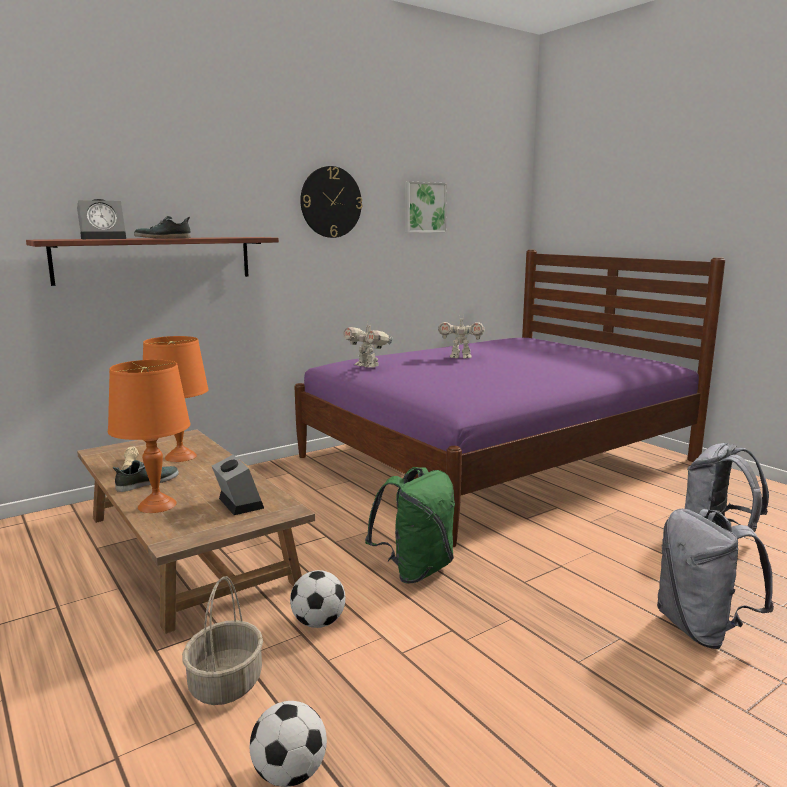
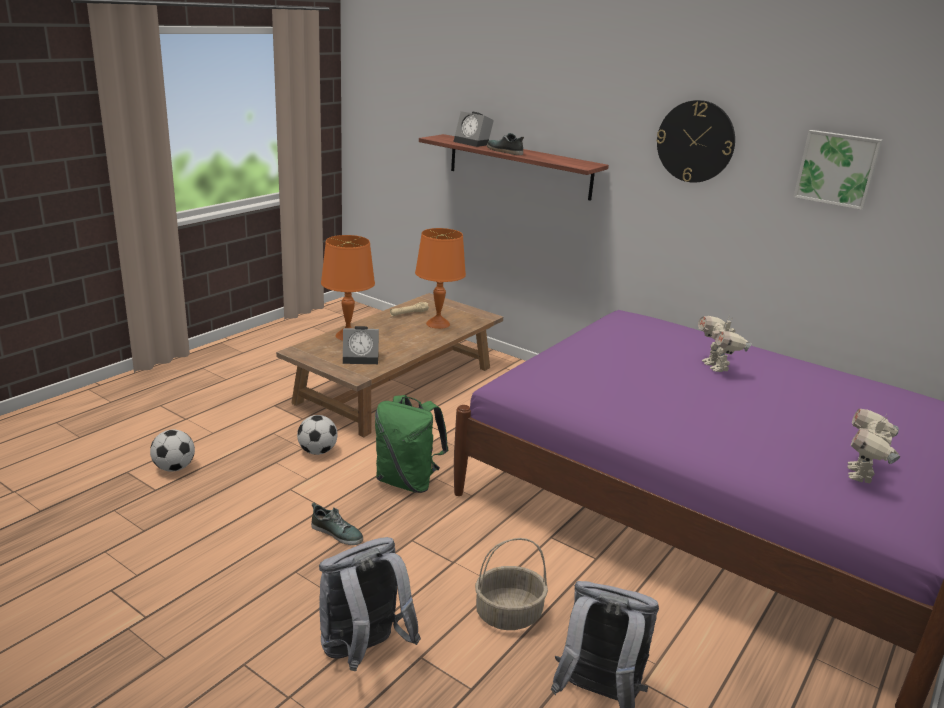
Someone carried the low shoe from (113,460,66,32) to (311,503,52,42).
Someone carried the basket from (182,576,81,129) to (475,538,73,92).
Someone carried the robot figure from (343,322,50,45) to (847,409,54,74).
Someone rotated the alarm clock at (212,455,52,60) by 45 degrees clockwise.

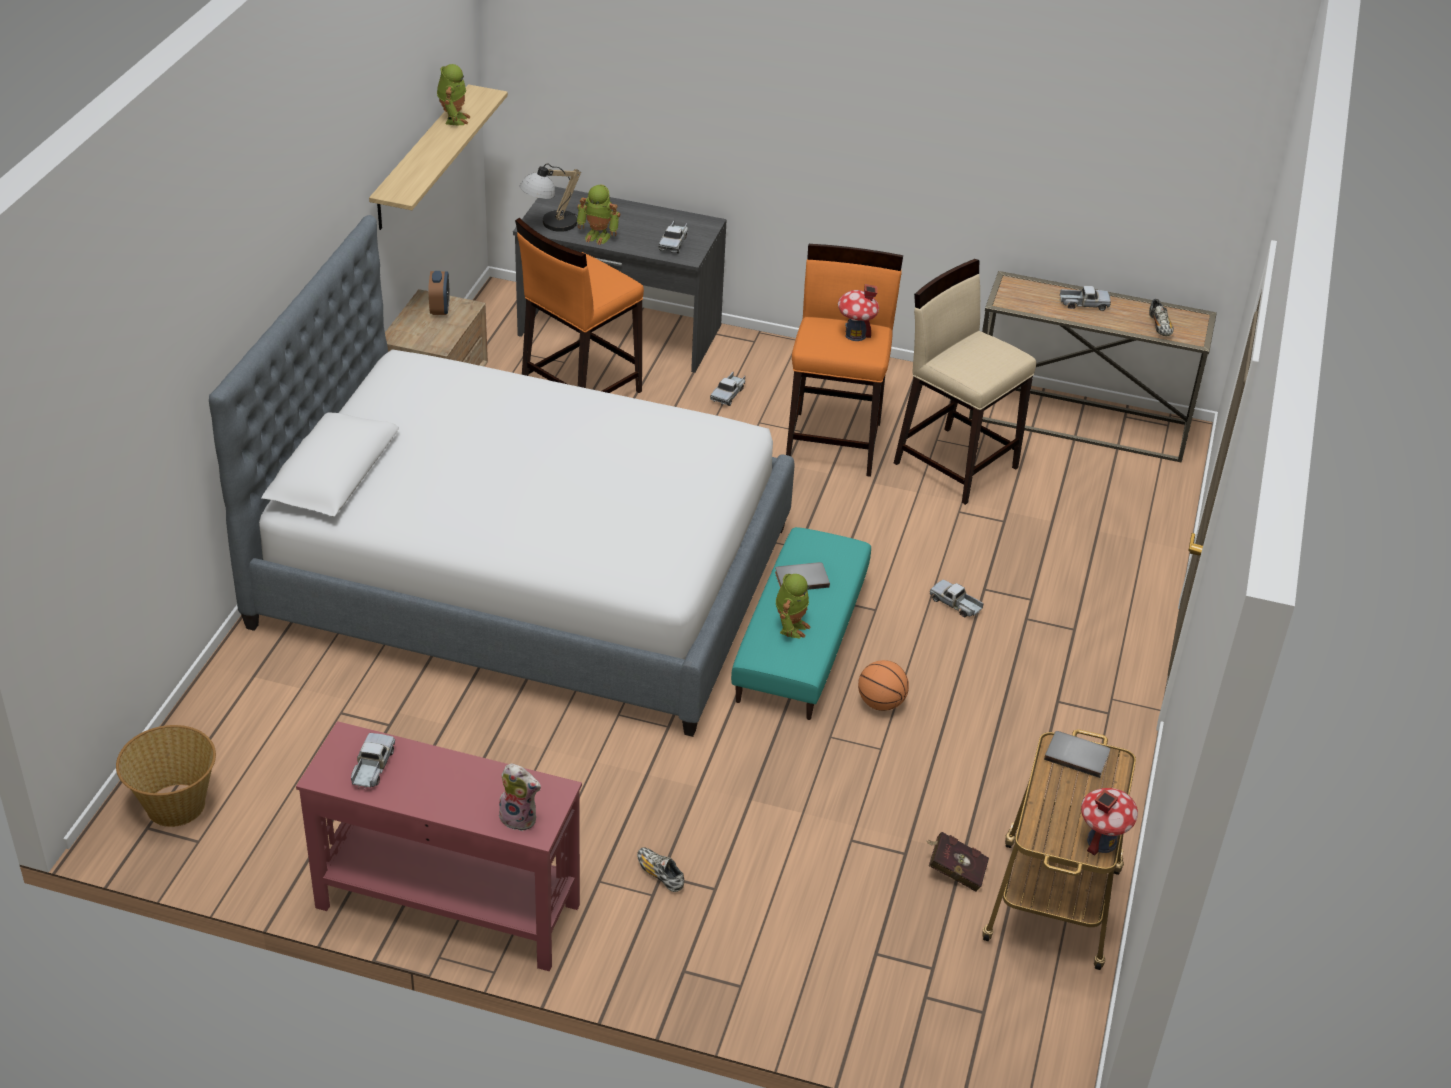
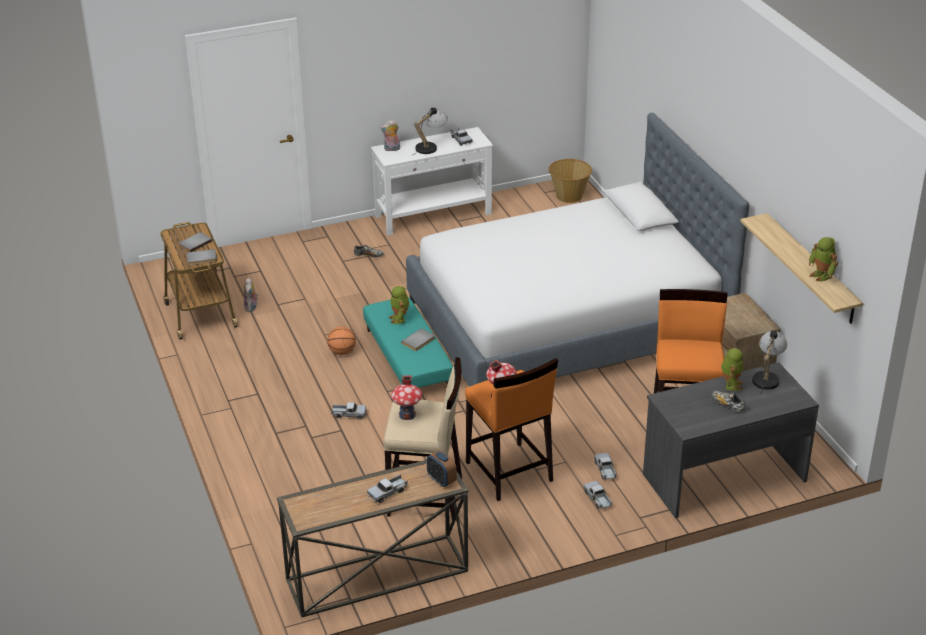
Someone put down the gray bound book at (179,232,33,20).
Someone put down the tabletop lamp at (413,108,35,47).
Someone carried the alarm clock from (429,271,21,44) to (427,450,30,37).
Someone carried the model truck from (658,220,30,33) to (584,481,28,28).
Someone carried the miniature house from (1081,788,57,68) to (391,375,31,45).
Someone carried the low shoe from (1149,299,25,37) to (712,390,33,22).
Someone swapped the red bound book at (927,832,62,60) for the cuddly toy at (244,278,14,34).
Someone repainted the red hall table at (296,721,286,250), which became the white-coloured hall table at (371,127,122,109).
Someone rotated the robot figure at (577,185,43,60) by 120 degrees clockwise.

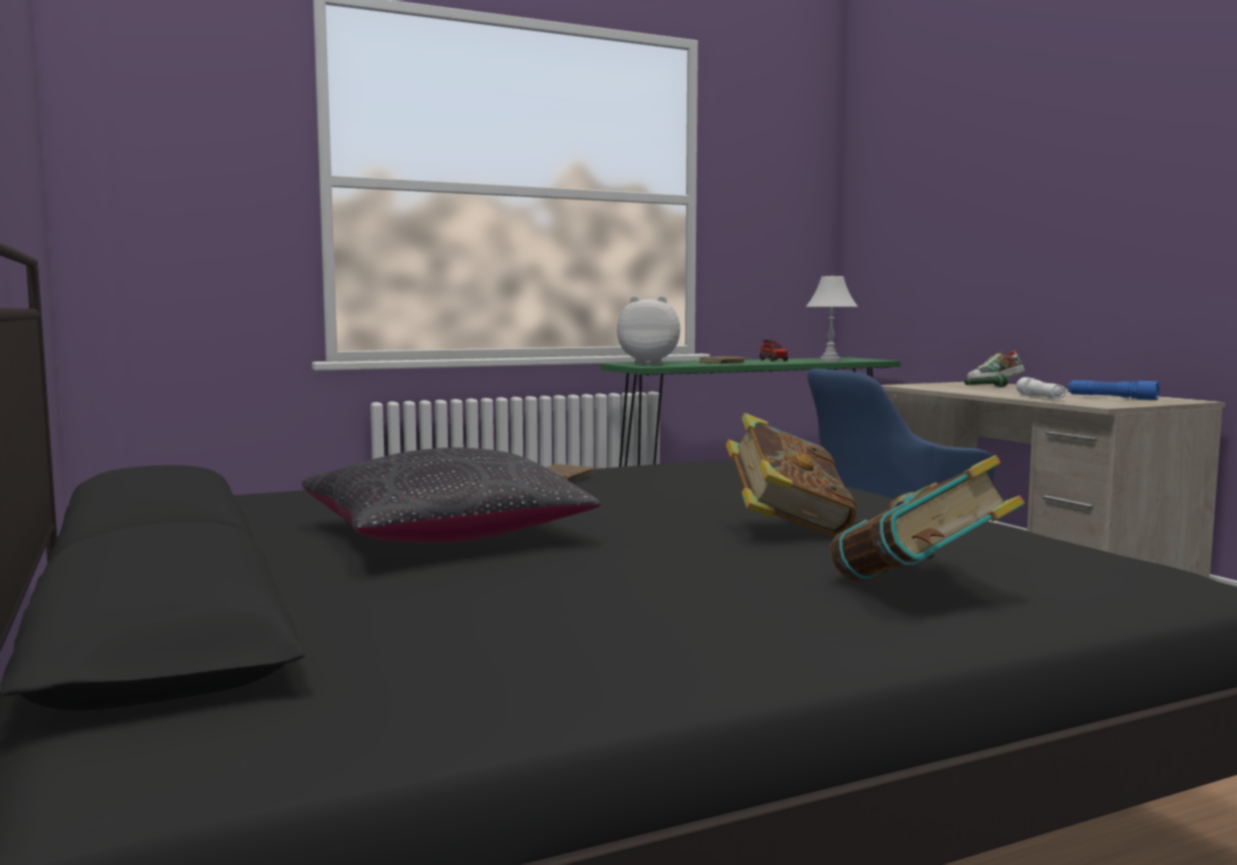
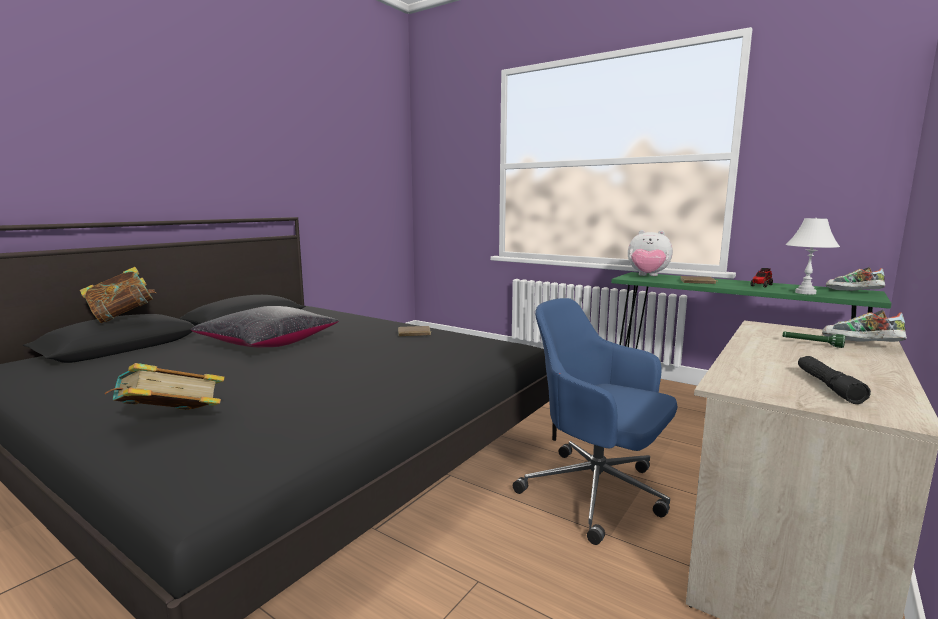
Someone took away the white-coloured flashlight at (1016,377,50,22).
Someone put down the low shoe at (826,267,59,24).
Someone carried the bound book from (726,413,130,123) to (80,267,77,56).
Someone repainted the blue-coloured flashlight at (1068,380,92,20), which became the black flashlight at (798,356,73,48).
Someone rotated the cuddly toy at (617,296,63,69) by 135 degrees clockwise.

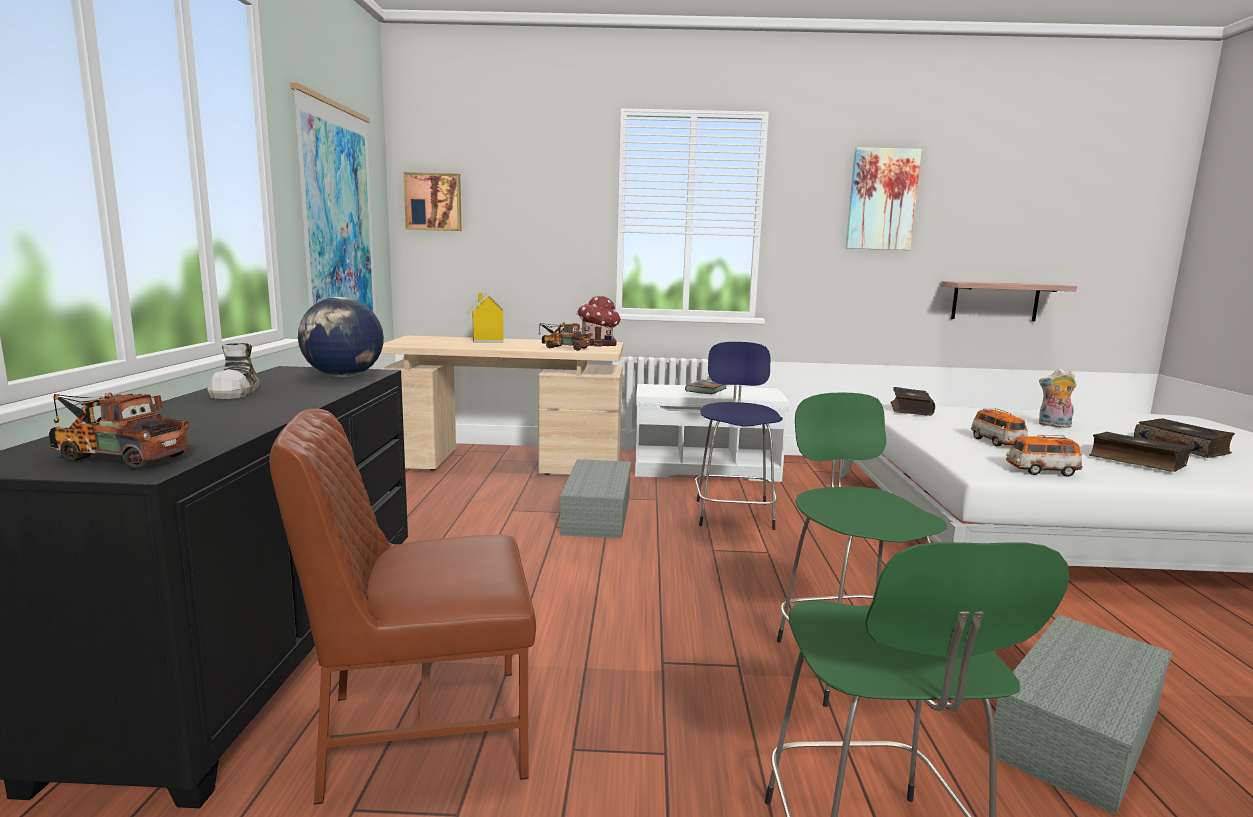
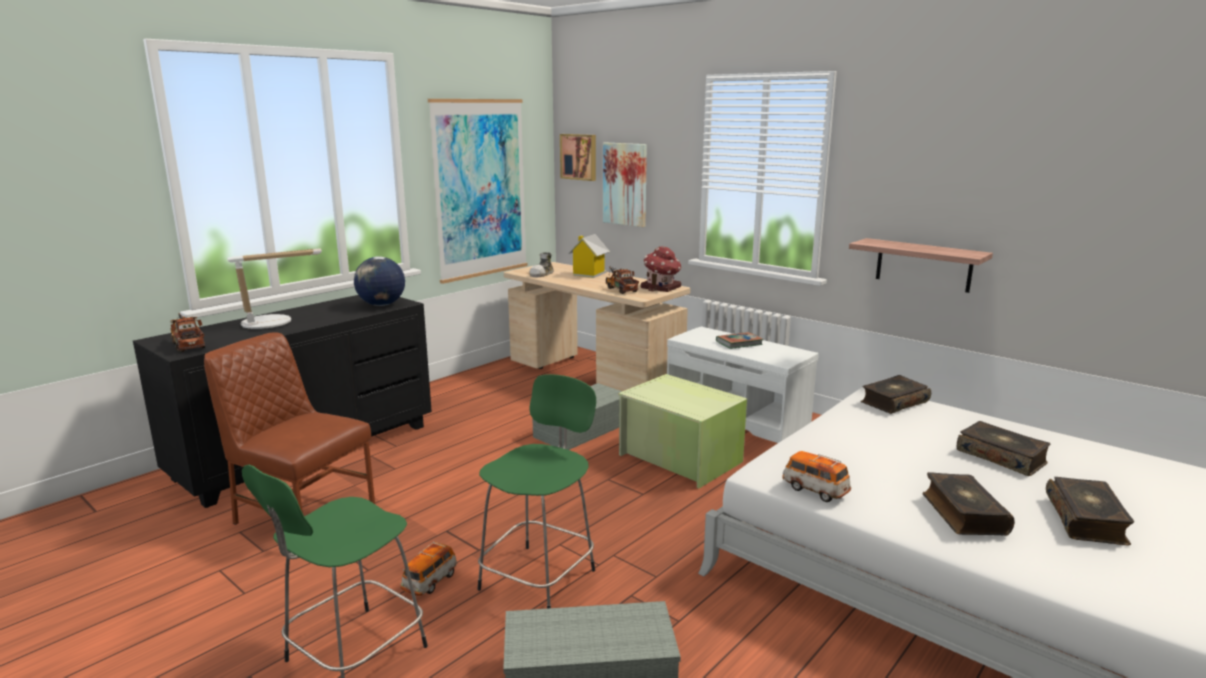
Someone put down the tabletop lamp at (227,248,95,81).
Someone carried the low shoe from (208,343,51,56) to (529,252,25,25).
Someone carried the picture from (845,147,77,103) to (603,143,44,84).
Someone carried the bracket shelf from (941,281,136,41) to (849,238,144,55).
Someone carried the miniature car from (971,408,57,39) to (401,542,56,54).
Someone swapped the blue-coloured stool seat at (695,342,88,188) for the green-coloured storage container at (618,374,129,115).
Someone swapped the cuddly toy at (1039,369,38,59) for the bound book at (957,421,94,55).

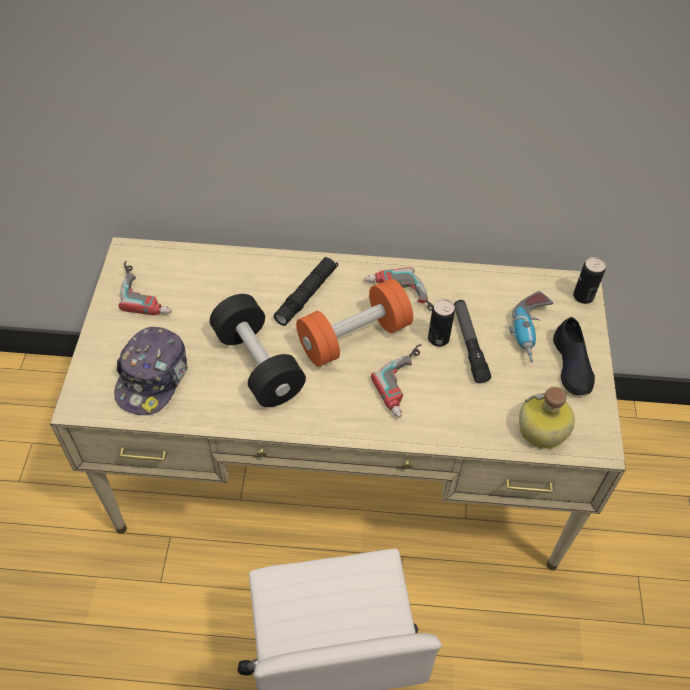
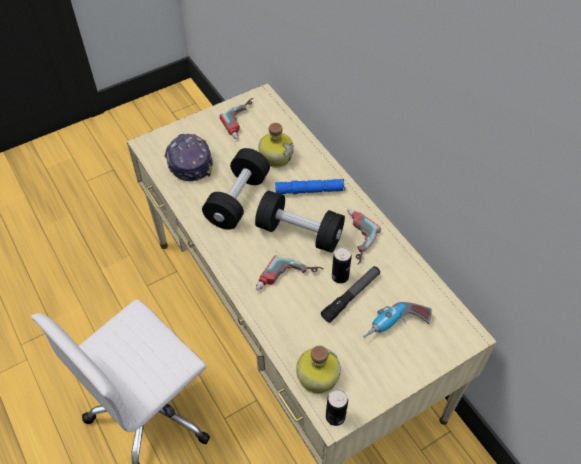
Someone took away the black low shoe at (553,317,42,78).
Someone put down the drink bottle at (258,123,36,45).
Someone carried the can from (573,257,33,47) to (326,389,22,37).
Someone repainted the black flashlight at (274,256,64,70), which became the blue-coloured flashlight at (275,179,70,16).
Someone repainted the orangey hand weight at (296,279,117,88), which became the black hand weight at (255,191,90,62).
Someone rotated the baseball cap at (114,327,74,88) by 90 degrees clockwise.

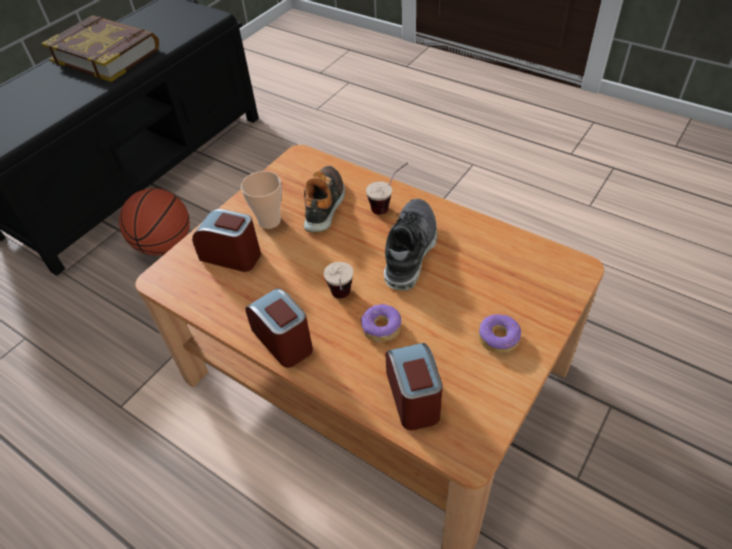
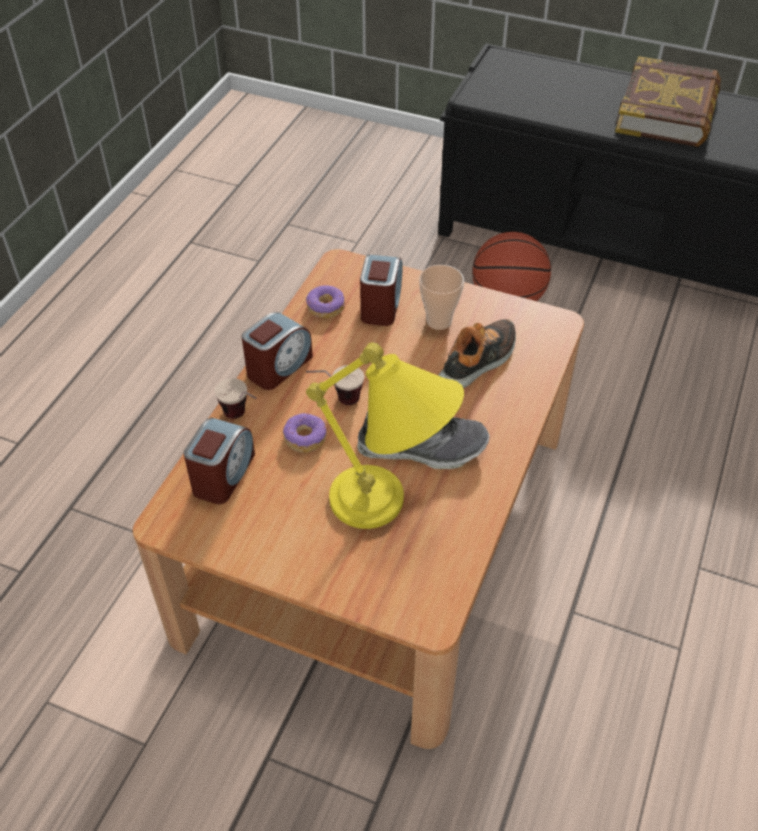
Someone put down the yellowish tabletop lamp at (306,342,158,187).
Someone carried the small cup from (366,162,42,53) to (215,378,42,41).
Someone carried the doughnut from (479,314,42,39) to (306,285,39,33).
Someone rotated the low shoe at (304,165,41,67) by 45 degrees counterclockwise.
Someone rotated the alarm clock at (386,343,57,87) by 45 degrees counterclockwise.

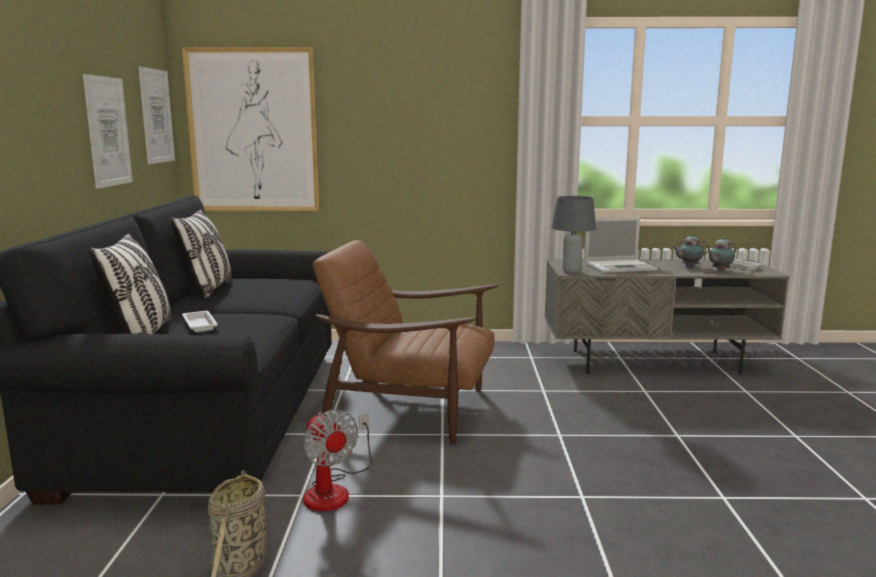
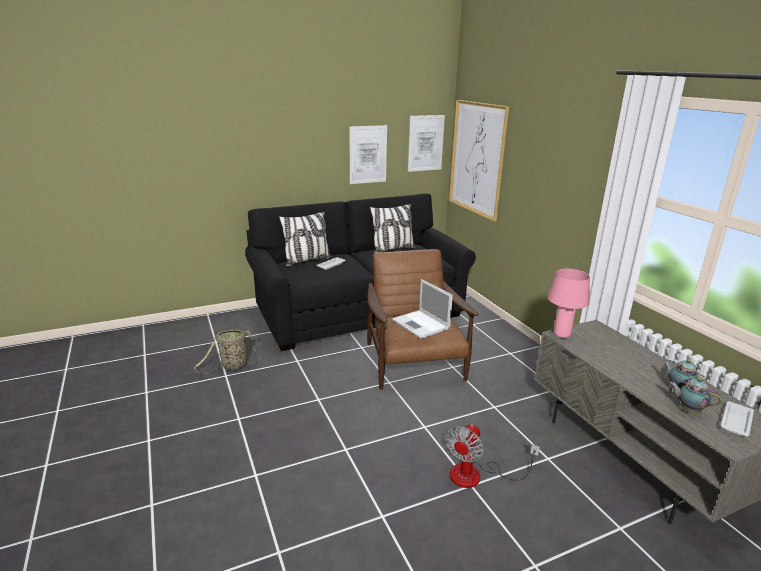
Someone carried the electric fan from (303,410,69,101) to (445,424,95,64).
Someone carried the laptop from (584,217,74,56) to (392,279,61,60).
Someone repainted the gray tabletop lamp at (551,196,45,77), which became the pink-coloured tabletop lamp at (548,269,42,69).

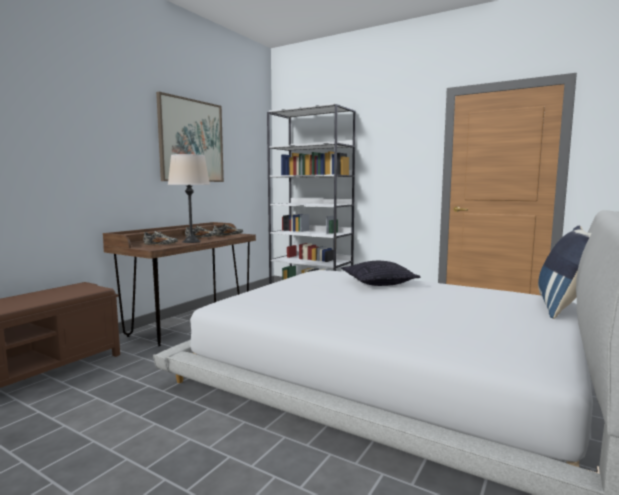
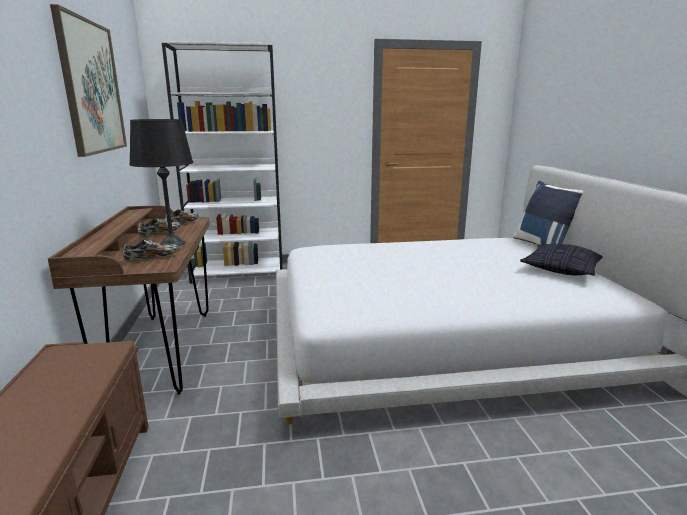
Someone carried the throw pillow from (341,261,80,25) to (520,244,83,32).
Someone repainted the sand-coloured tabletop lamp at (168,154,42,89), which became the black tabletop lamp at (129,119,64,127).

